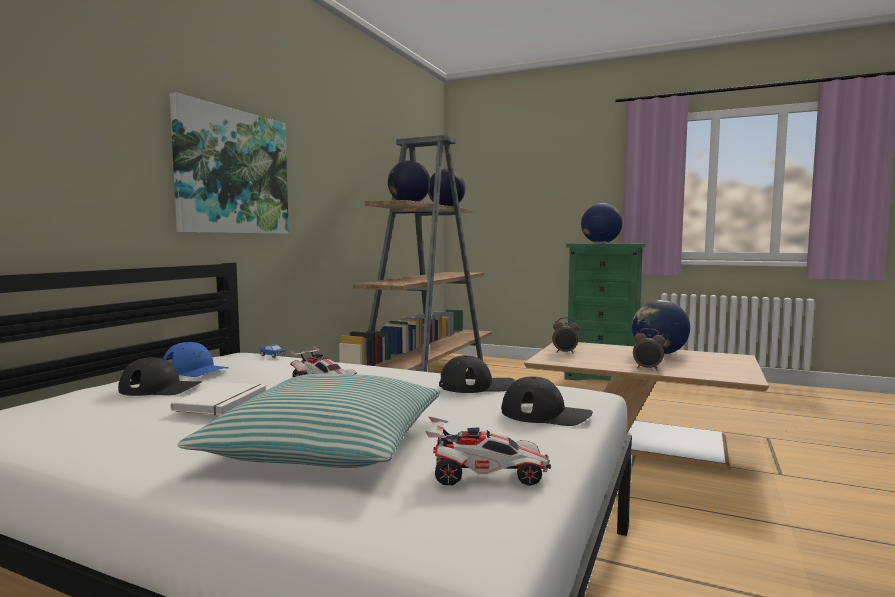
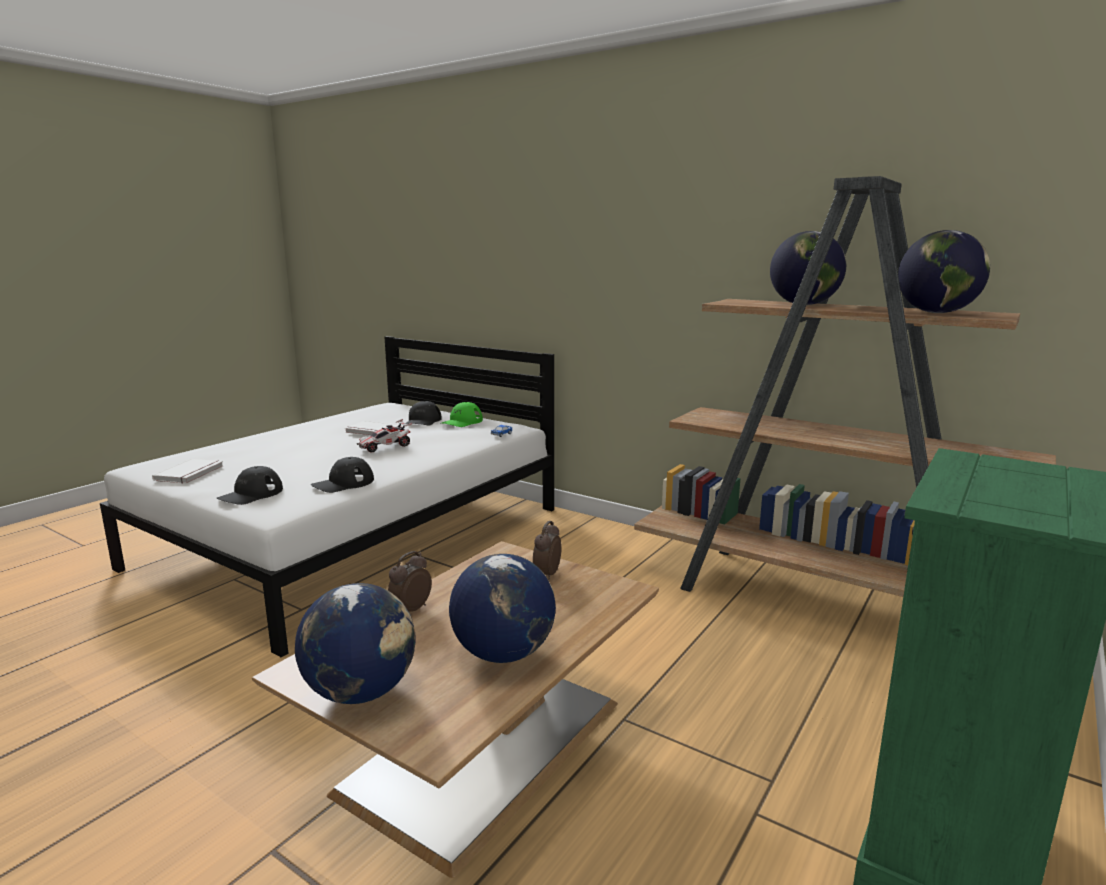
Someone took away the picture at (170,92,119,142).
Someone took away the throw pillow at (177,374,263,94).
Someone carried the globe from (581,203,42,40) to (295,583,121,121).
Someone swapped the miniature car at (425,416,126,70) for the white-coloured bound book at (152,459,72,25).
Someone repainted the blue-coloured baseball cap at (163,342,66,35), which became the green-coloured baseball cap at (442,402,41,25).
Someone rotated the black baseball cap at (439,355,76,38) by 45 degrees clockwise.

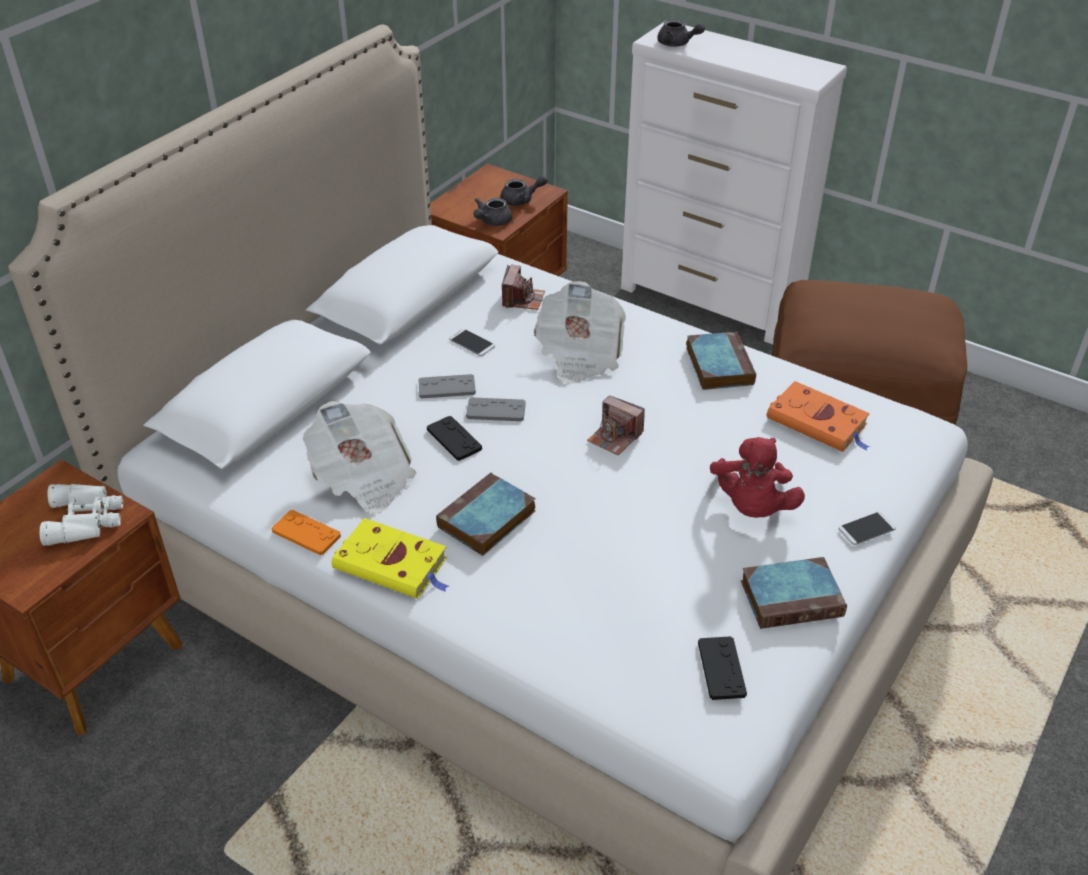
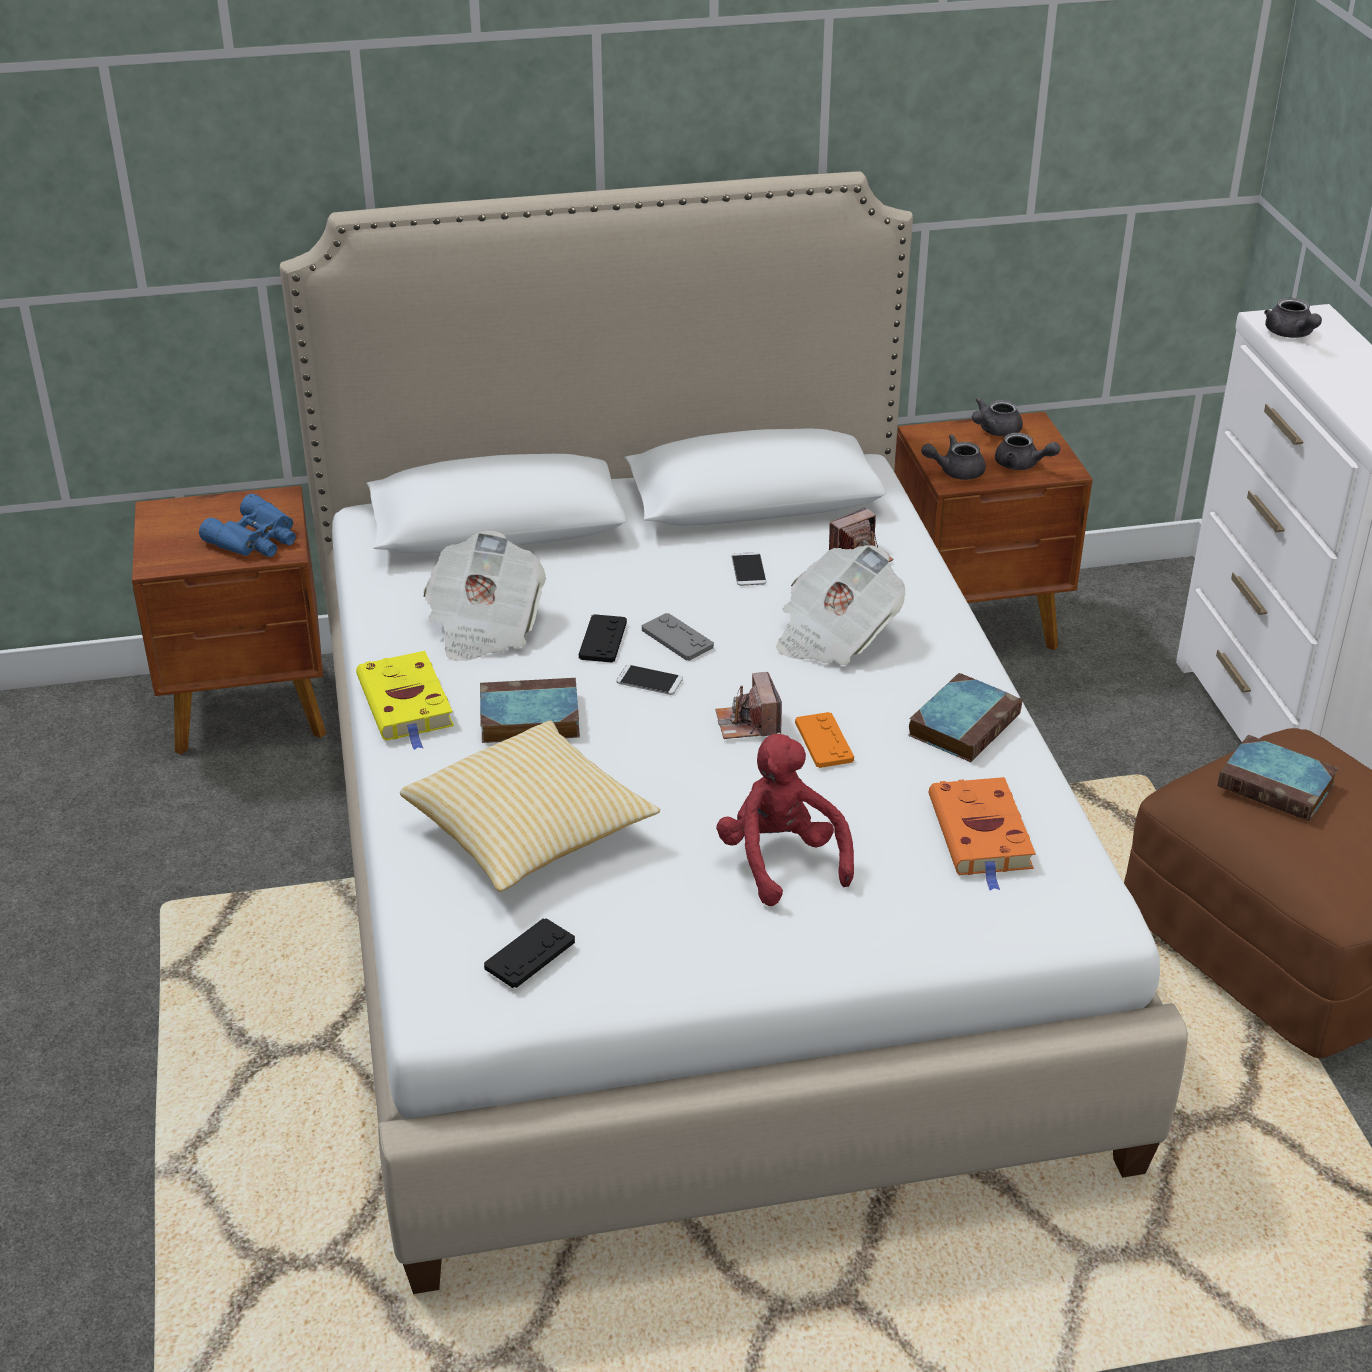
Someone took away the gray game controller at (418,374,58,25).
Someone put down the throw pillow at (400,720,260,172).
Someone put down the gray teapot at (972,398,51,39).
Someone carried the orangey game controller from (272,510,69,45) to (795,712,59,56).
Someone carried the bound book from (741,557,106,72) to (1218,735,121,86).
Someone carried the phone from (839,512,57,33) to (616,665,67,30).
Someone repainted the white-coloured binoculars at (39,484,84,62), which became the blue-coloured binoculars at (199,493,97,64).
Someone rotated the red cuddly toy at (710,437,95,81) by 105 degrees clockwise.

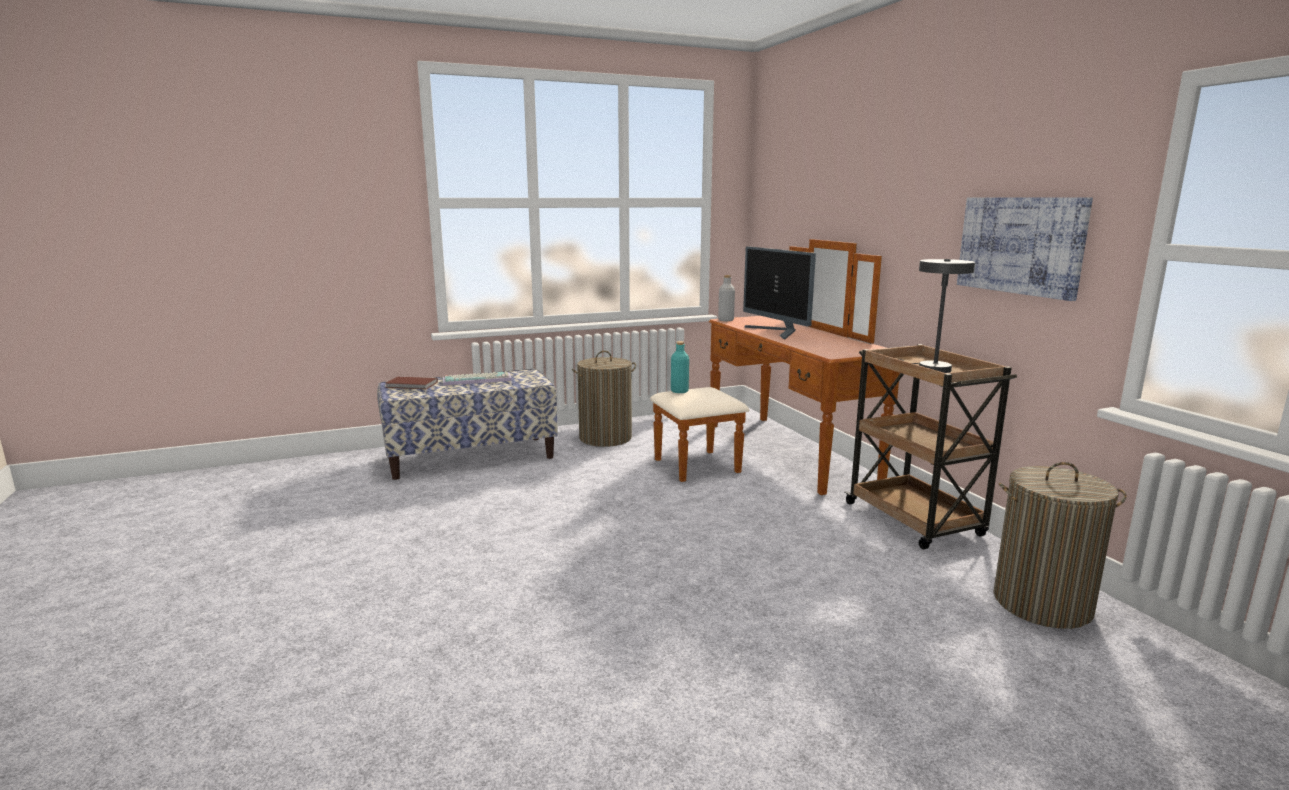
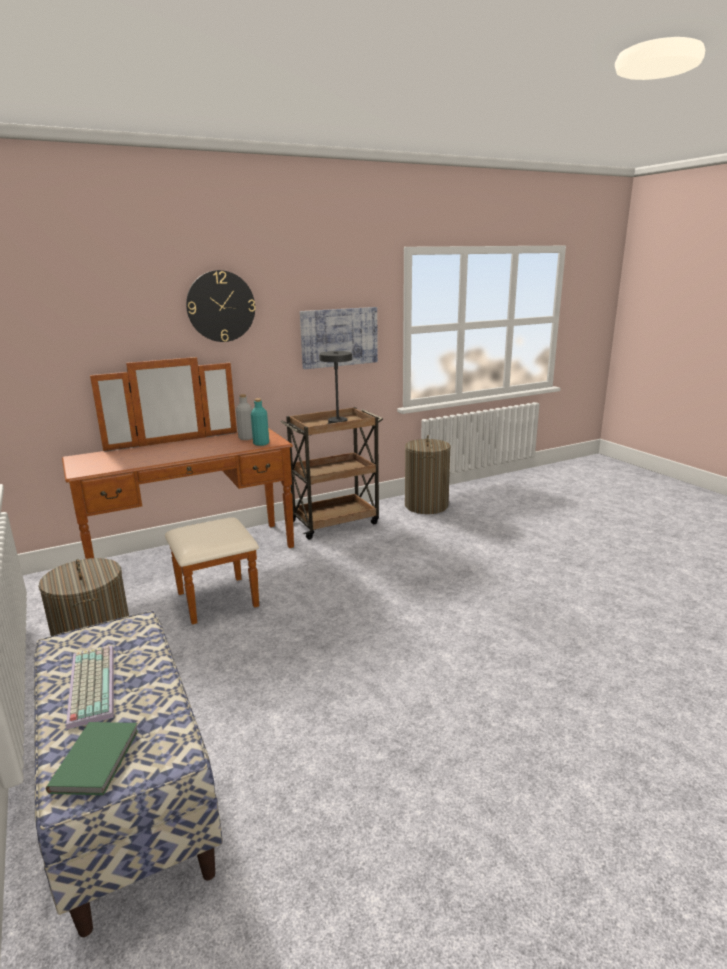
Someone took away the computer screen at (743,246,73,94).
Someone put up the hanging clock at (186,270,69,72).
Someone carried the blue-green drink bottle from (671,341,18,52) to (251,398,18,48).
Someone carried the gray drink bottle from (718,275,17,46) to (236,394,17,46).
Someone repainted the brown-coloured bound book at (386,377,52,12), which became the green-coloured bound book at (46,722,93,73).

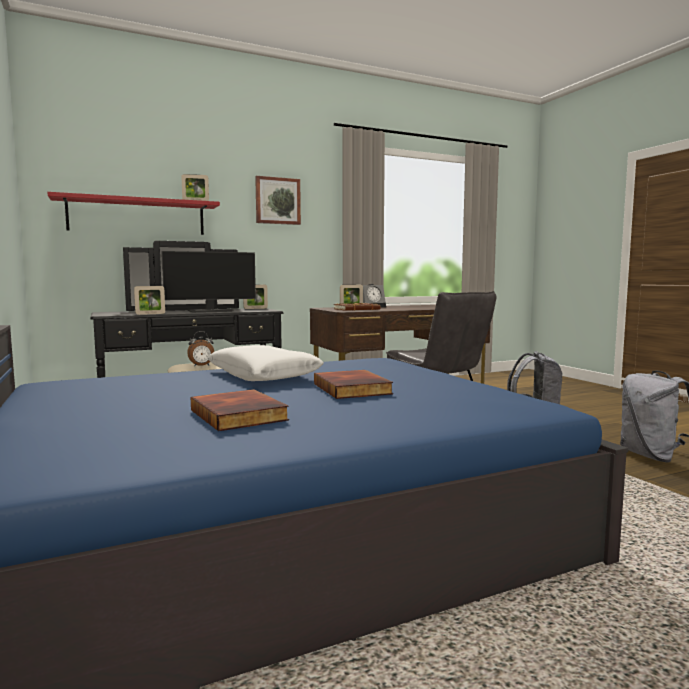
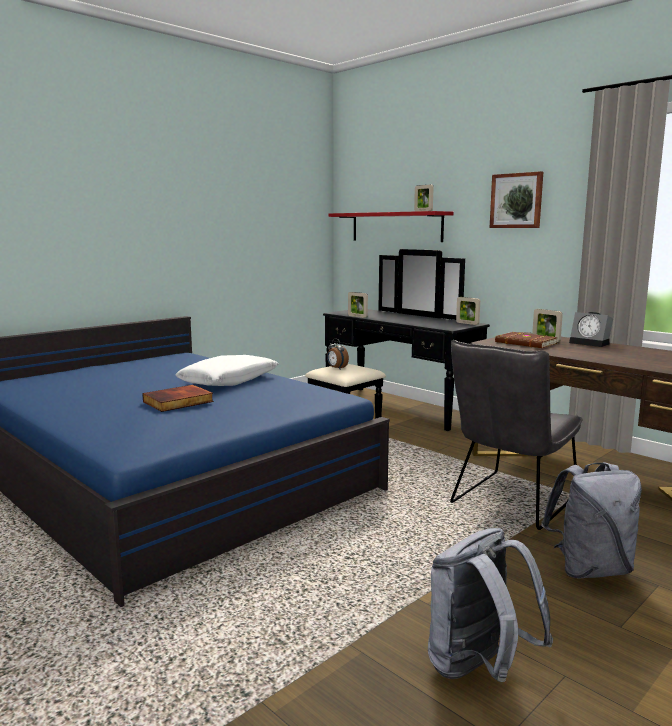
Someone took away the computer screen at (161,251,95,62).
Someone took away the bound book at (191,389,98,42).

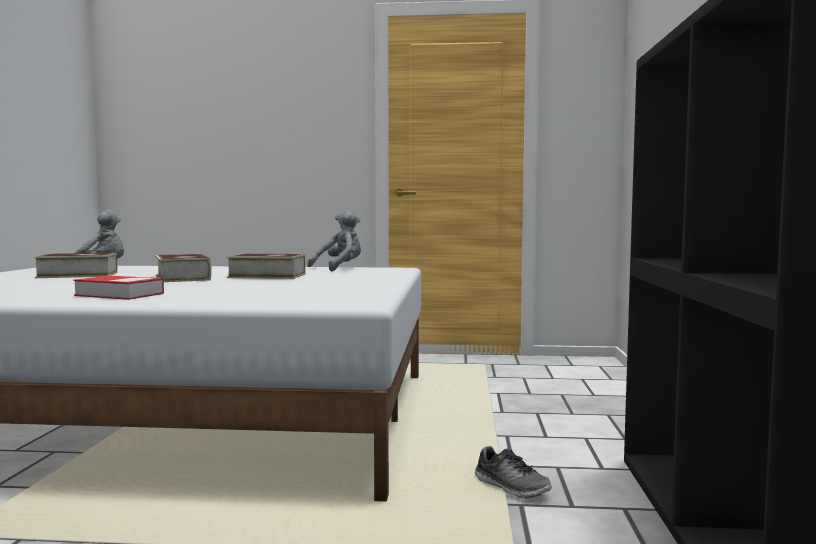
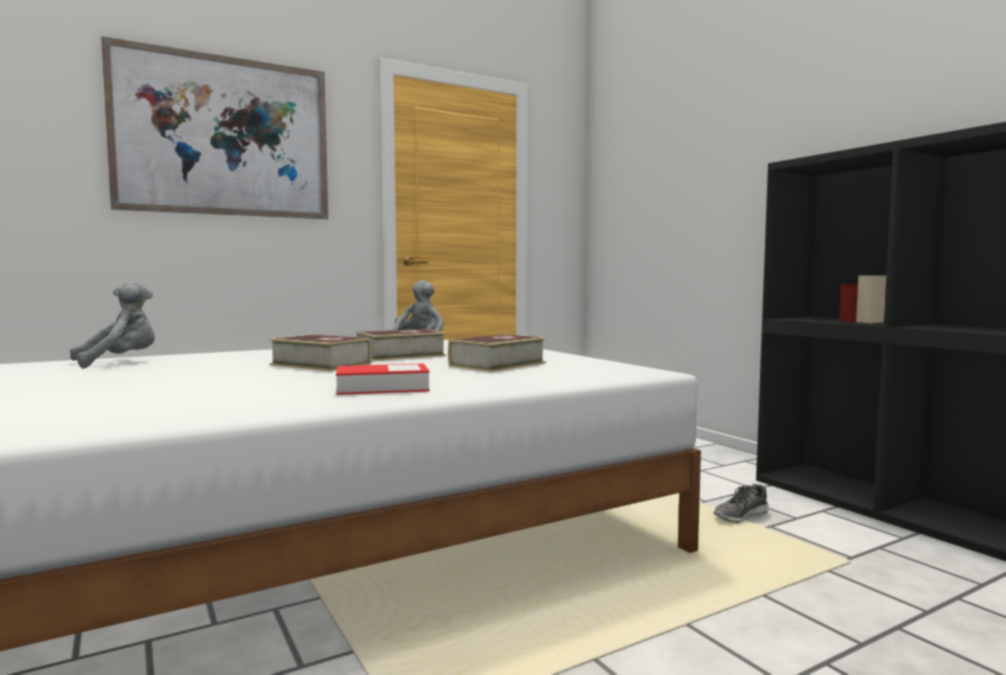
Someone put up the picture at (101,36,227,183).
Someone carried the bound book from (34,253,84,25) to (448,334,98,38).
Someone rotated the low shoe at (475,446,77,54) by 135 degrees clockwise.

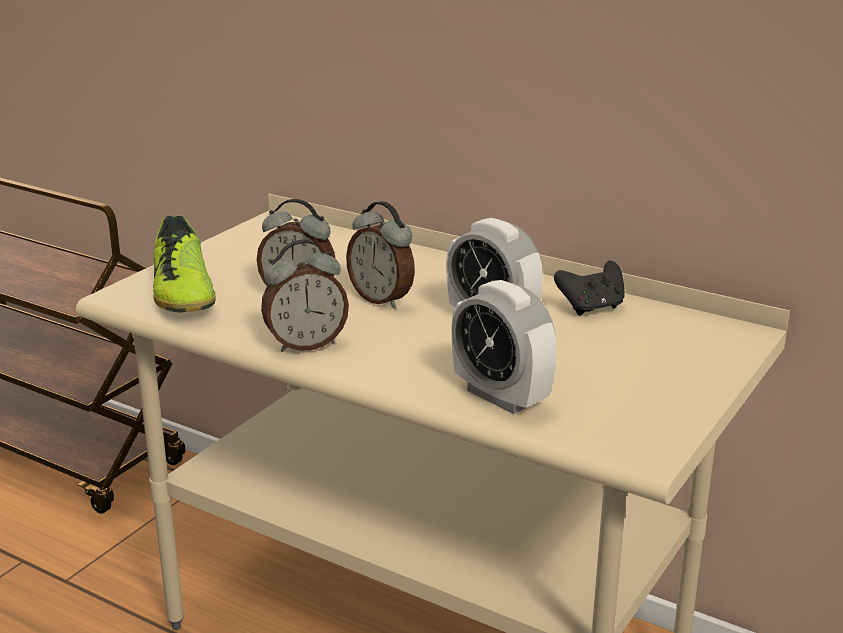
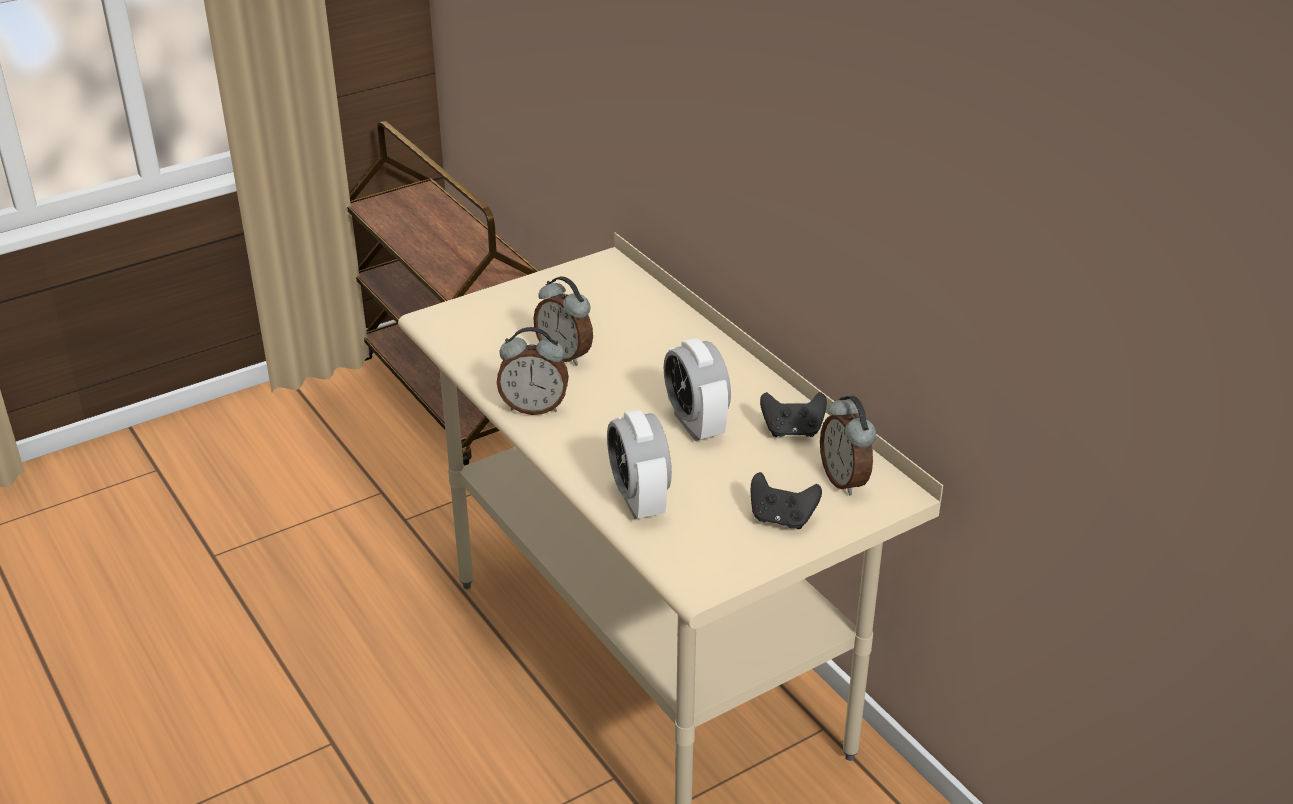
Someone took away the low shoe at (153,215,63,98).
Someone put down the black game controller at (751,472,71,57).
Someone carried the alarm clock from (346,201,69,107) to (820,396,56,100).

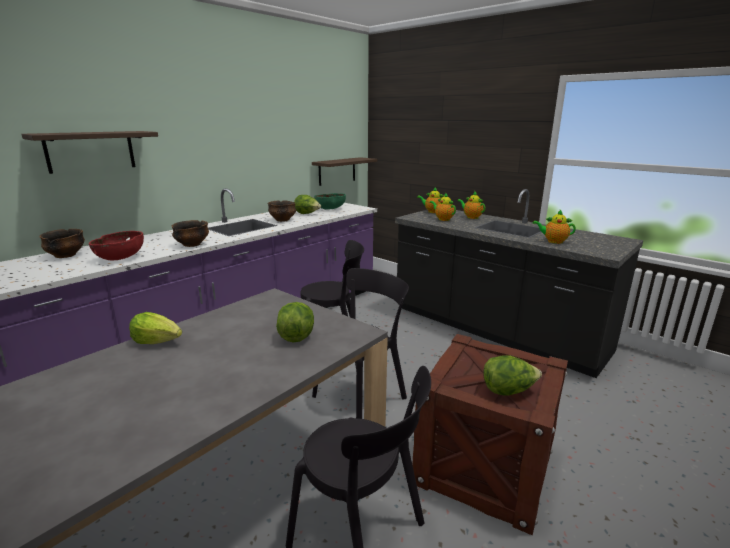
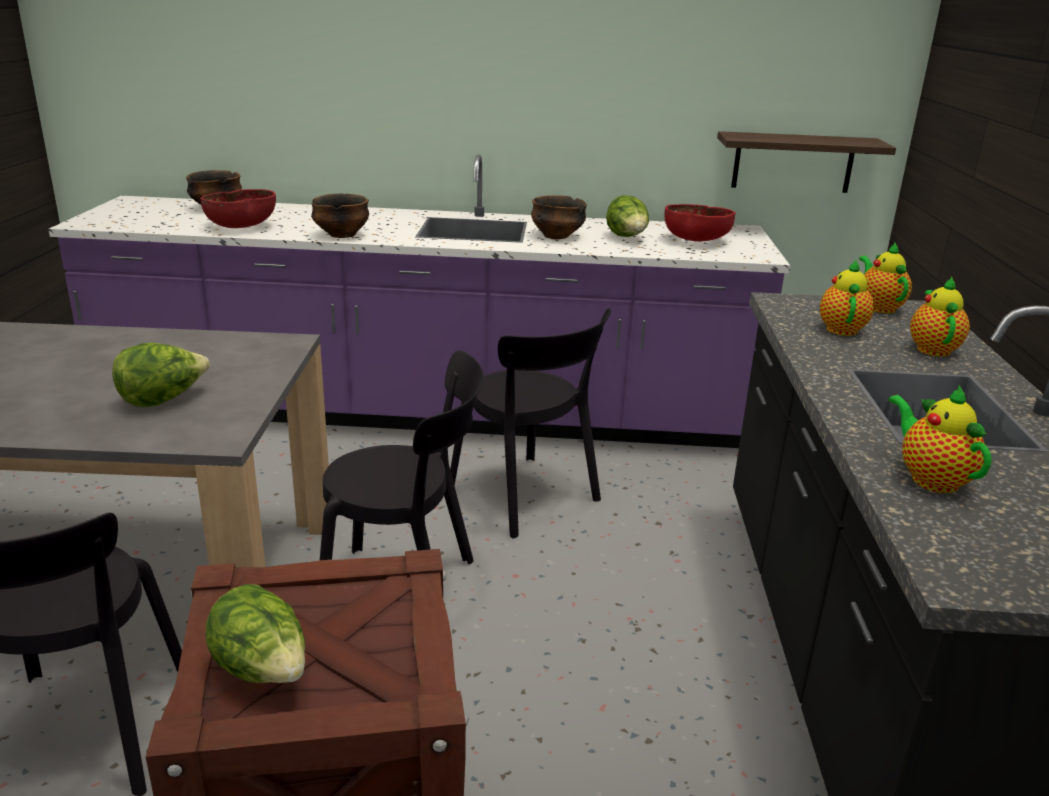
Someone took away the bracket shelf at (21,131,137,43).
Someone took away the lettuce head at (129,312,53,32).
Someone repainted the green-coloured deep dish at (314,193,32,17), which became the red deep dish at (664,204,71,38).

